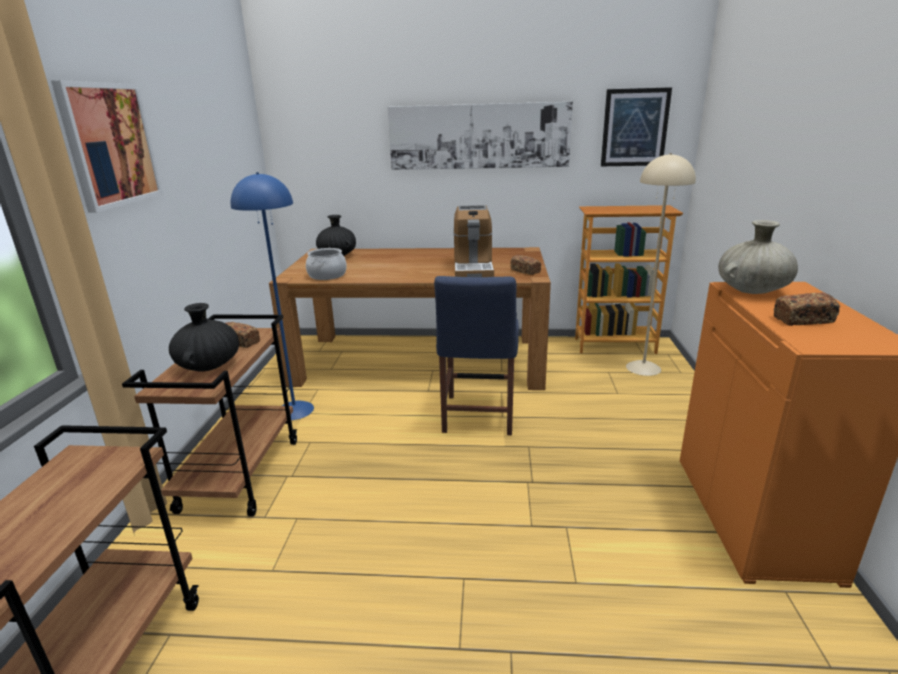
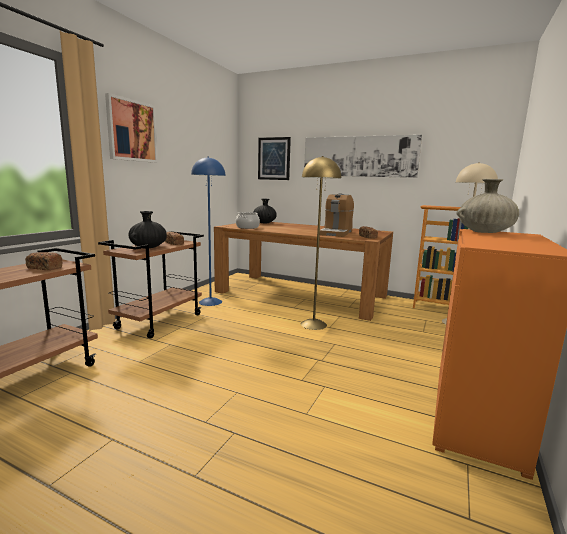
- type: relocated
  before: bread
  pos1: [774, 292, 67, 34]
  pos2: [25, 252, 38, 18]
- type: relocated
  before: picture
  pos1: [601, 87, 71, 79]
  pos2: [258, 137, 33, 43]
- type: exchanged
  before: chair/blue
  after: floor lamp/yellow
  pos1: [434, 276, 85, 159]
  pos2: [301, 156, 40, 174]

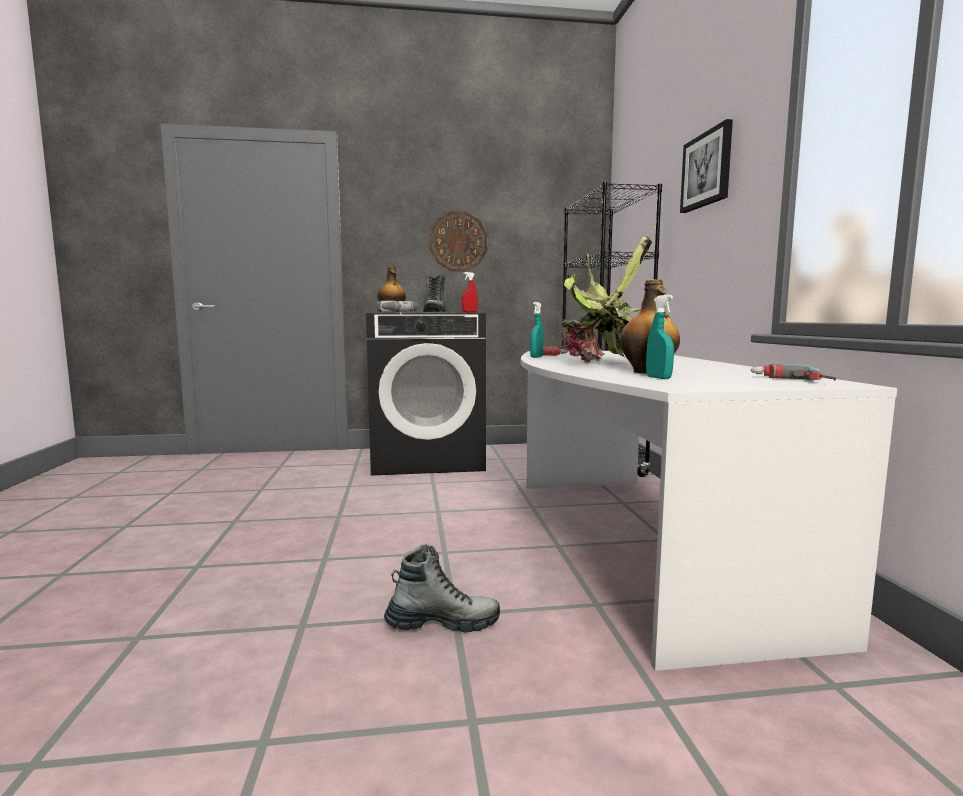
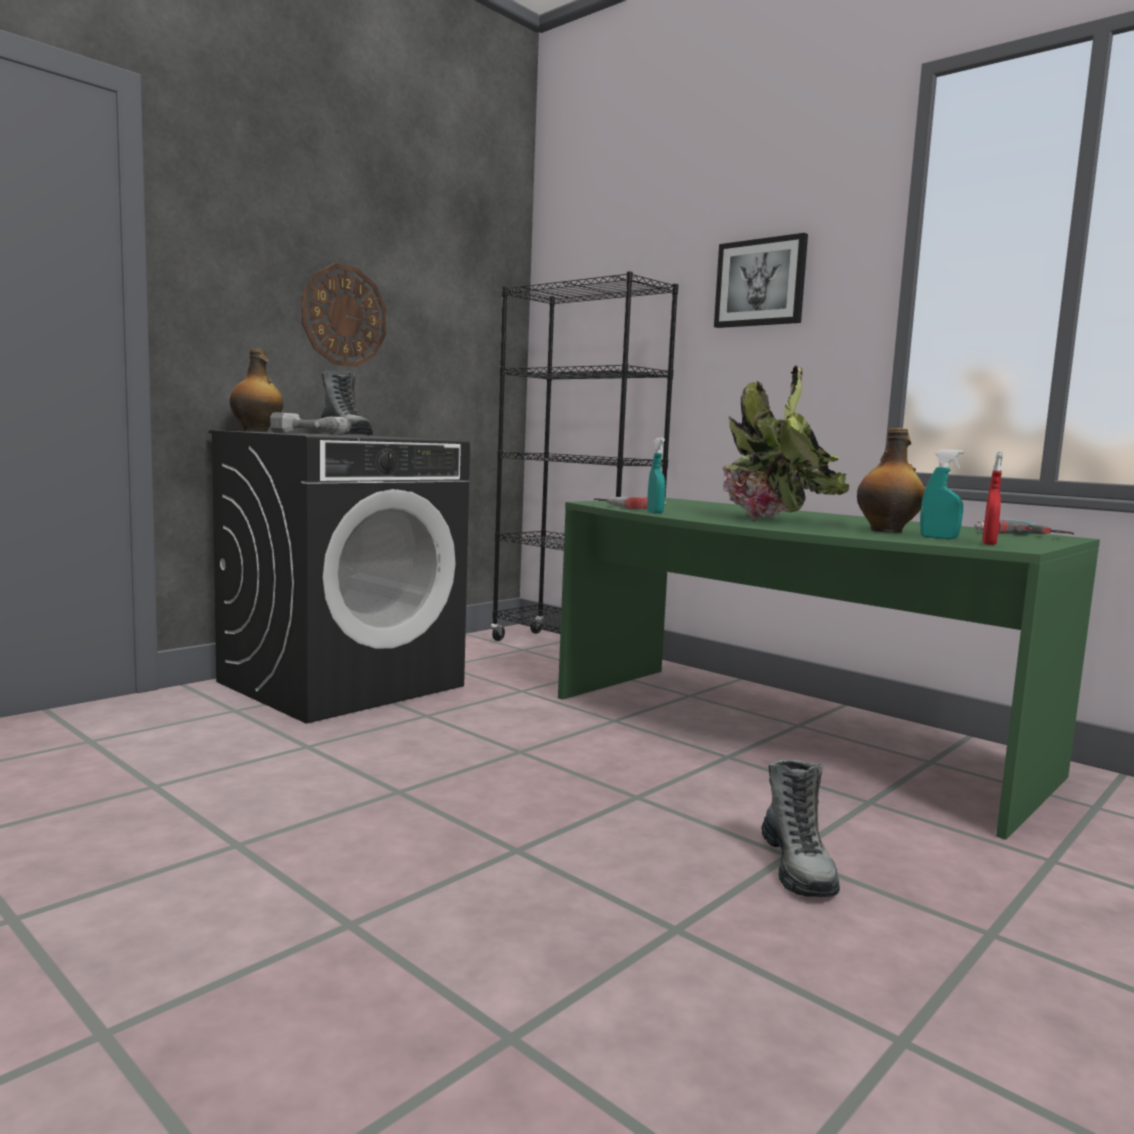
- type: colour
  before: desk/white
  after: desk/green
  pos1: [521, 351, 376, 320]
  pos2: [558, 498, 542, 342]
- type: spun
  before: boot
  pos1: [384, 544, 116, 89]
  pos2: [761, 760, 79, 137]
  turn: 135
- type: relocated
  before: spray bottle/red
  pos1: [462, 272, 16, 40]
  pos2: [982, 451, 21, 94]

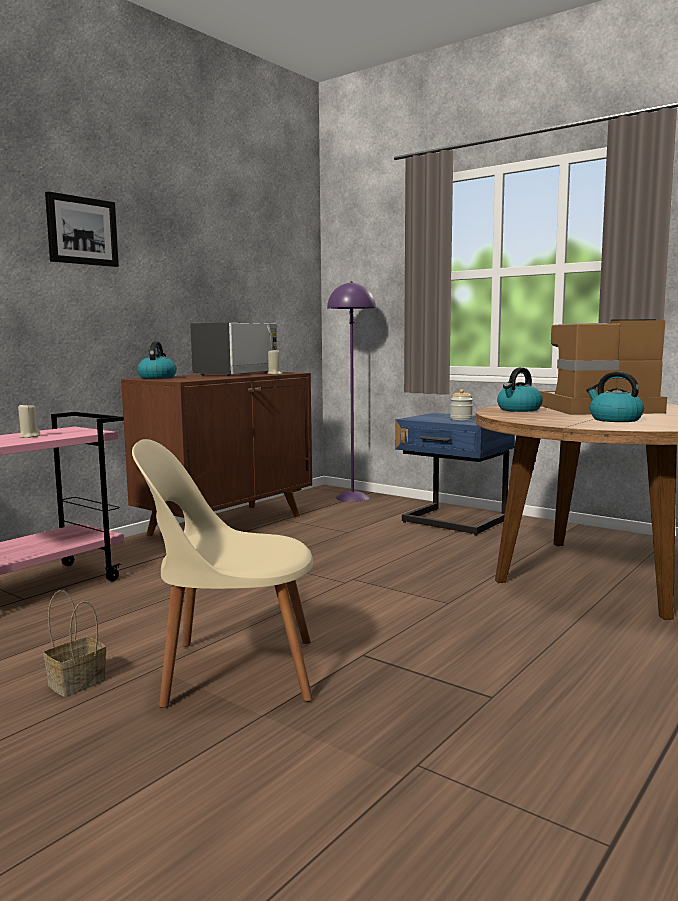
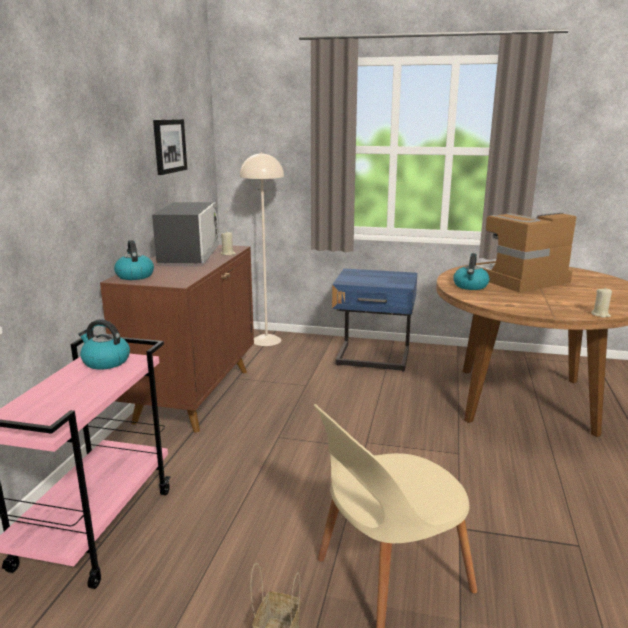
- type: relocated
  before: kettle
  pos1: [586, 372, 58, 50]
  pos2: [78, 319, 52, 50]
- type: relocated
  before: picture
  pos1: [45, 191, 74, 76]
  pos2: [153, 119, 34, 56]
- type: colour
  before: floor lamp/purple
  after: floor lamp/beige
  pos1: [327, 281, 49, 221]
  pos2: [240, 152, 44, 194]
- type: relocated
  before: candle/beige
  pos1: [18, 405, 23, 33]
  pos2: [591, 287, 21, 31]
- type: missing
  before: jar
  pos1: [450, 389, 23, 31]

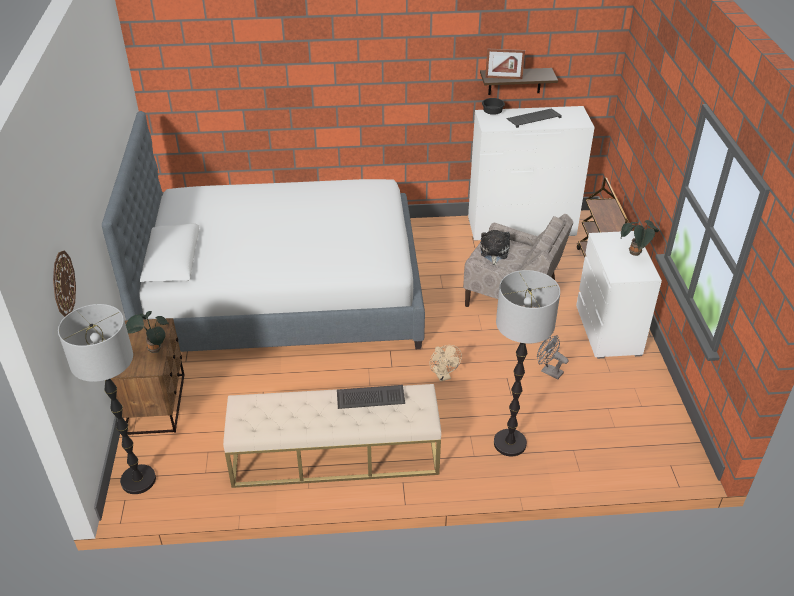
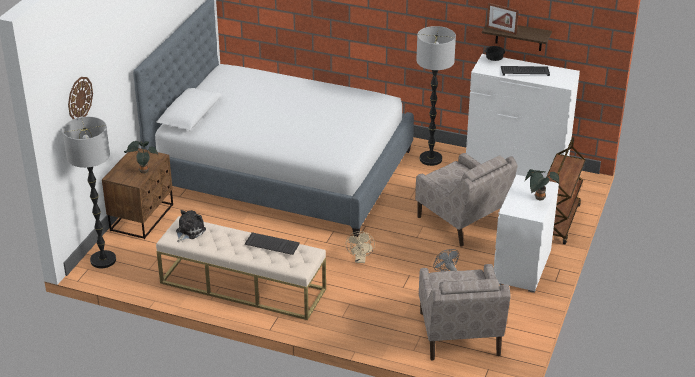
- type: relocated
  before: plush toy
  pos1: [480, 230, 30, 36]
  pos2: [176, 210, 30, 32]
- type: relocated
  before: floor lamp
  pos1: [494, 270, 66, 186]
  pos2: [416, 26, 40, 140]
- type: appeared
  after: armchair/beige
  pos2: [419, 264, 92, 97]

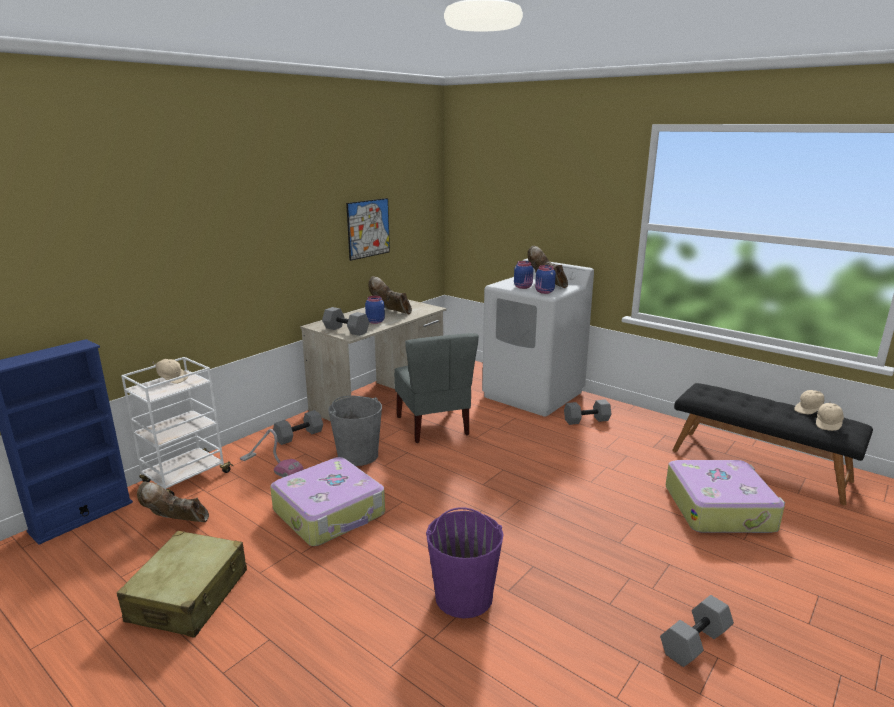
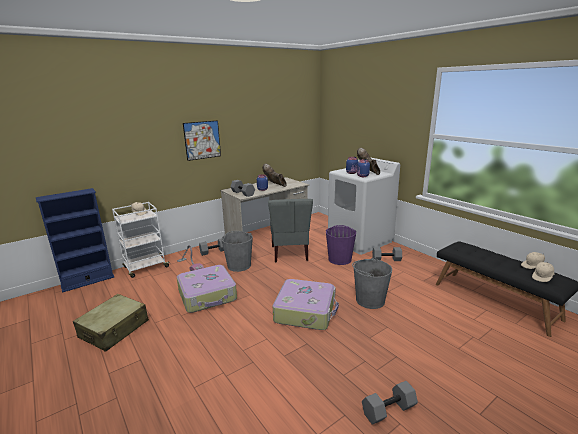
- type: relocated
  before: picture
  pos1: [346, 198, 44, 63]
  pos2: [183, 120, 38, 41]
- type: relocated
  before: suitcase
  pos1: [666, 460, 119, 73]
  pos2: [273, 279, 66, 51]
- type: relocated
  before: bucket/purple
  pos1: [426, 507, 78, 111]
  pos2: [326, 225, 30, 40]
- type: appeared
  after: bucket/grey
  pos2: [352, 257, 40, 52]
- type: missing
  before: boot/brown
  pos1: [137, 482, 72, 40]

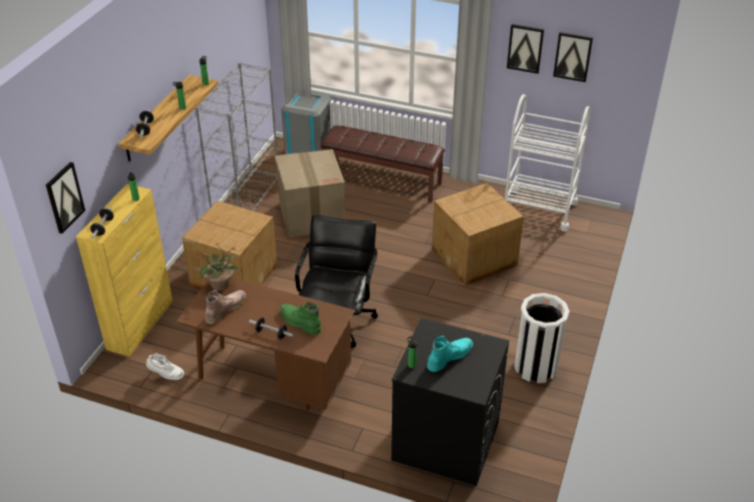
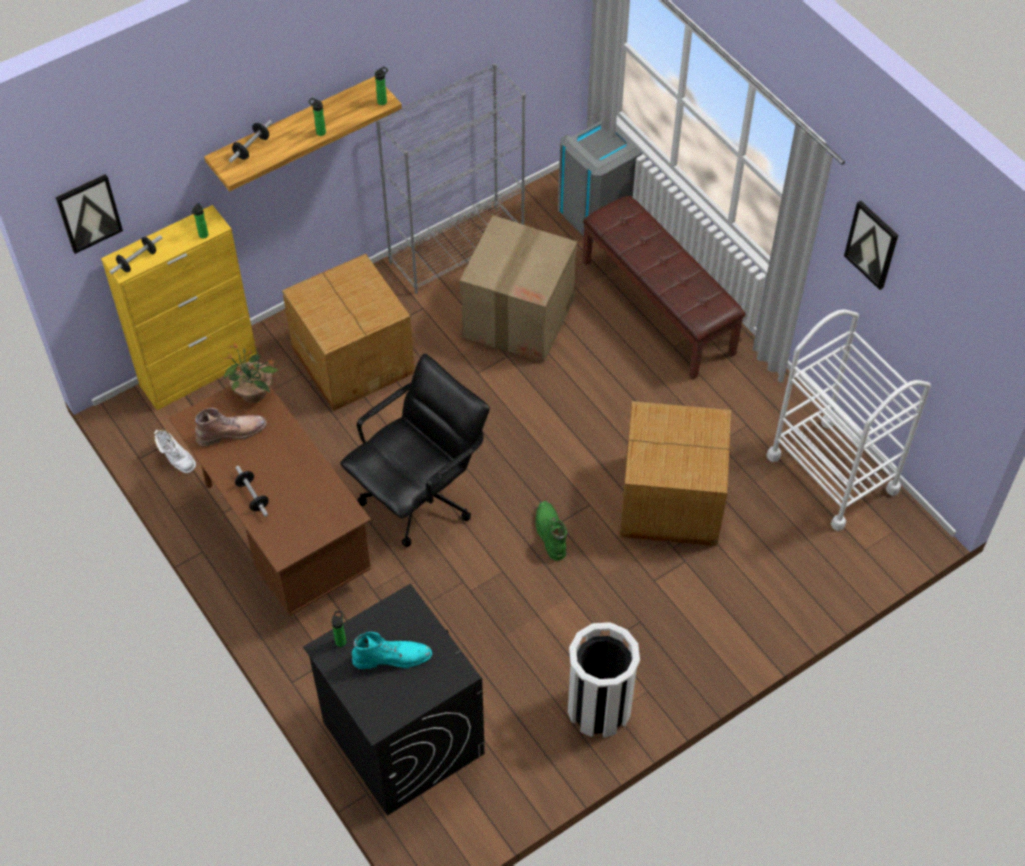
- type: relocated
  before: boot/green
  pos1: [280, 302, 41, 33]
  pos2: [535, 501, 32, 60]
- type: missing
  before: picture
  pos1: [553, 32, 40, 50]

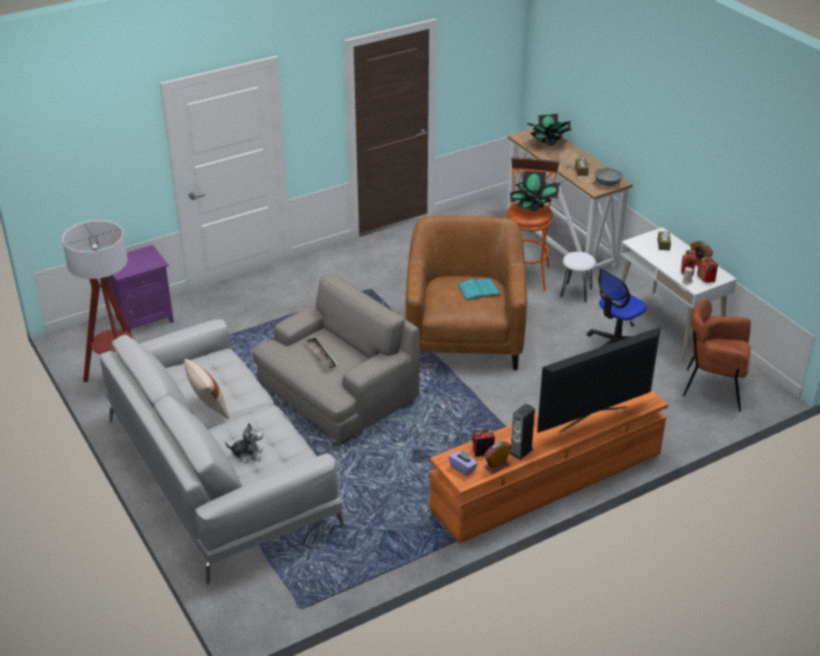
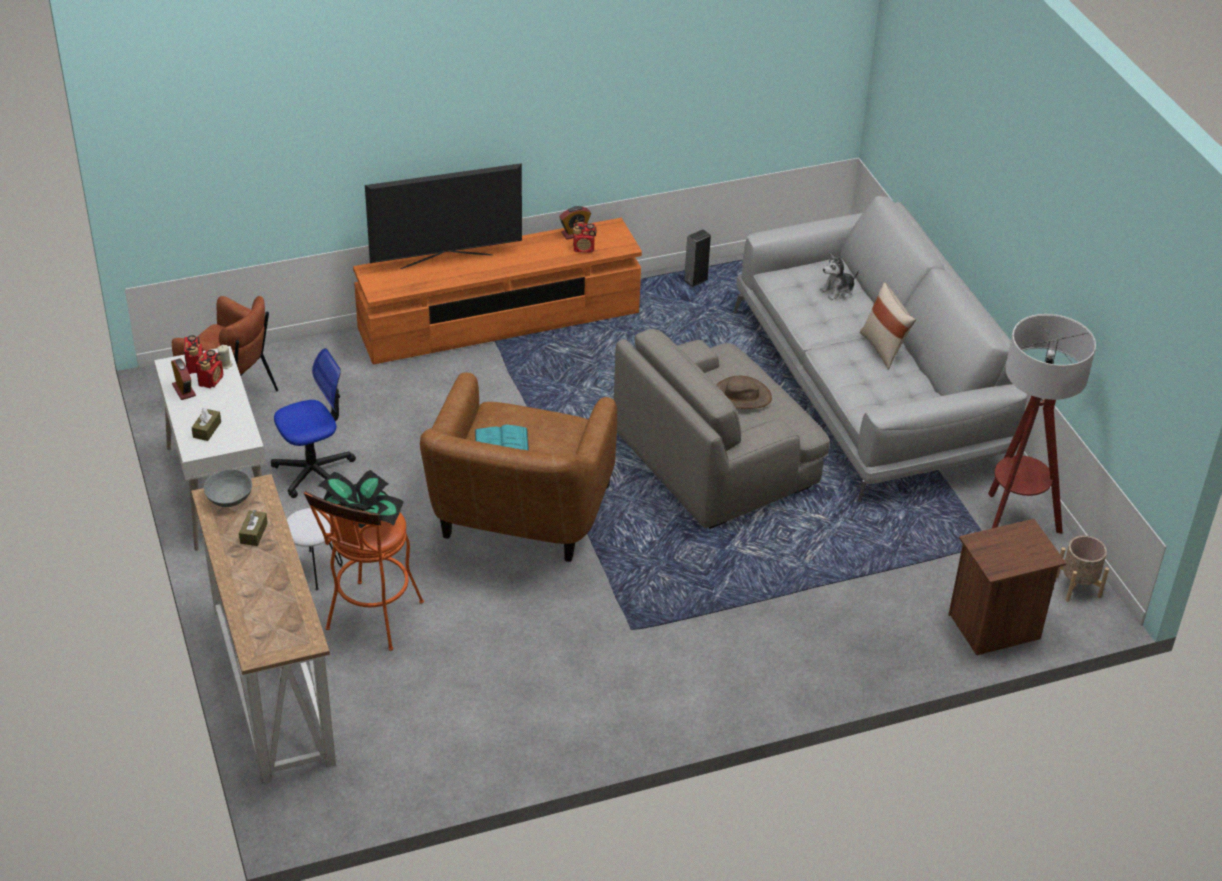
- type: relocated
  before: speaker
  pos1: [509, 403, 26, 57]
  pos2: [684, 229, 27, 58]
- type: exchanged
  before: tray
  after: hat/brown
  pos1: [304, 336, 34, 32]
  pos2: [716, 376, 56, 33]
- type: spun
  before: plush toy
  pos1: [225, 423, 38, 40]
  pos2: [820, 253, 39, 47]
  turn: -45
- type: colour
  before: nightstand/purple
  after: nightstand/brown
  pos1: [109, 245, 65, 87]
  pos2: [948, 519, 119, 136]
- type: appeared
  after: planter/beige
  pos2: [1056, 536, 53, 66]
- type: missing
  before: tissue box/purple
  pos1: [448, 450, 30, 26]
- type: missing
  before: potted plant
  pos1: [526, 114, 47, 31]

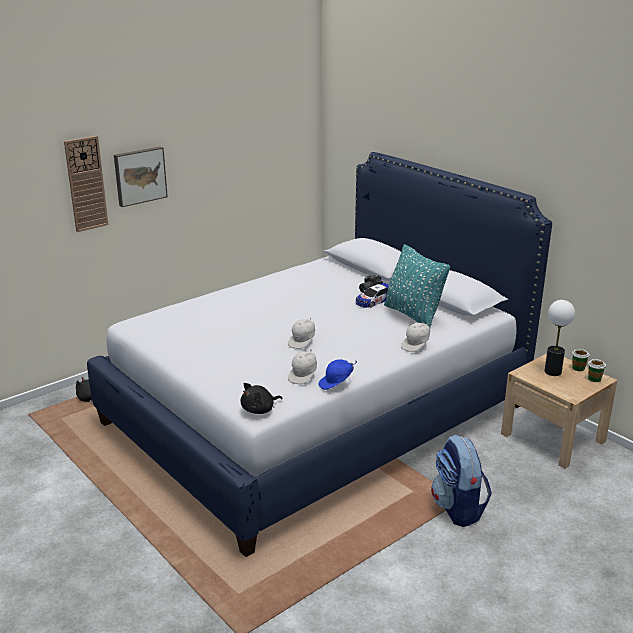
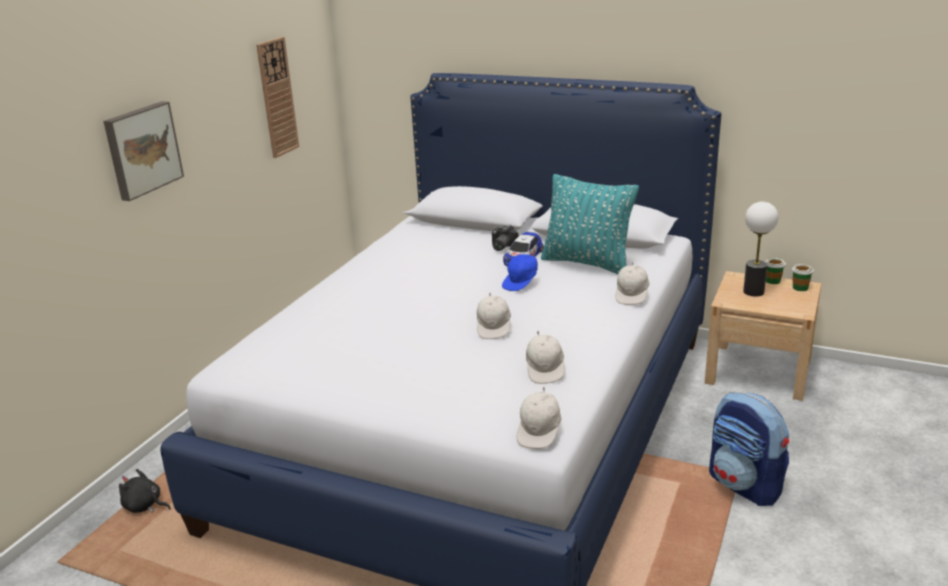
- type: relocated
  before: wall clock
  pos1: [64, 136, 45, 96]
  pos2: [256, 37, 43, 121]
- type: relocated
  before: cap/blue
  pos1: [318, 359, 39, 31]
  pos2: [502, 254, 36, 37]
- type: exchanged
  before: plush toy/black
  after: cap/white
  pos1: [241, 383, 41, 31]
  pos2: [517, 387, 45, 62]

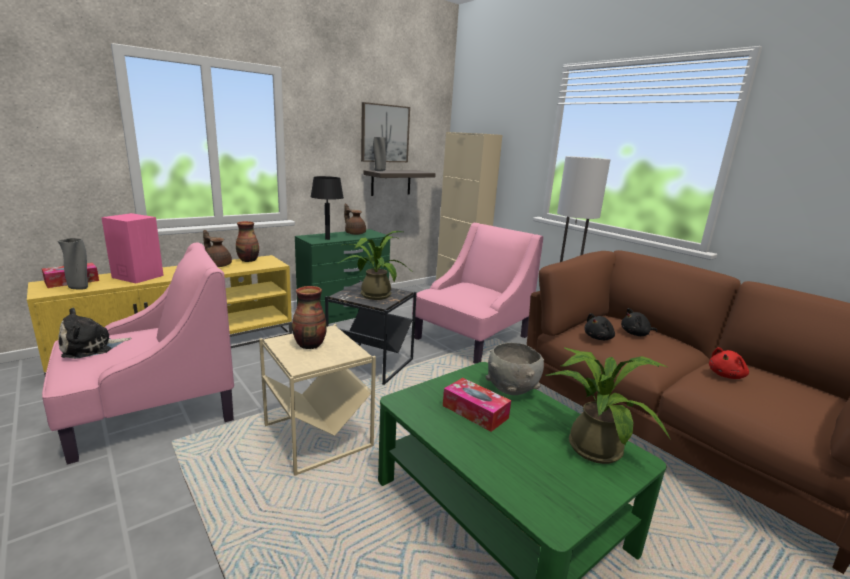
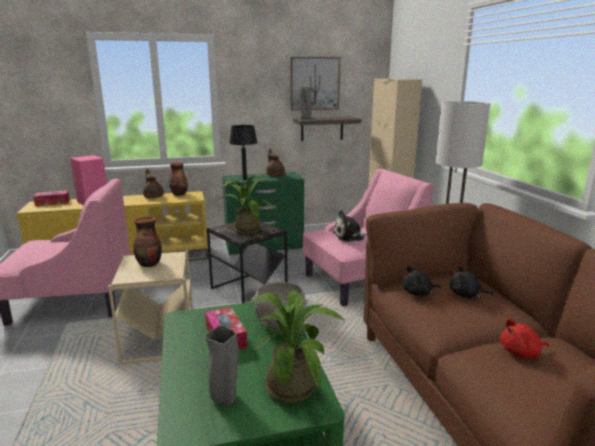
- type: relocated
  before: vase/grey
  pos1: [58, 238, 30, 52]
  pos2: [205, 325, 34, 80]
- type: relocated
  before: plush toy
  pos1: [58, 308, 74, 51]
  pos2: [333, 210, 34, 32]

